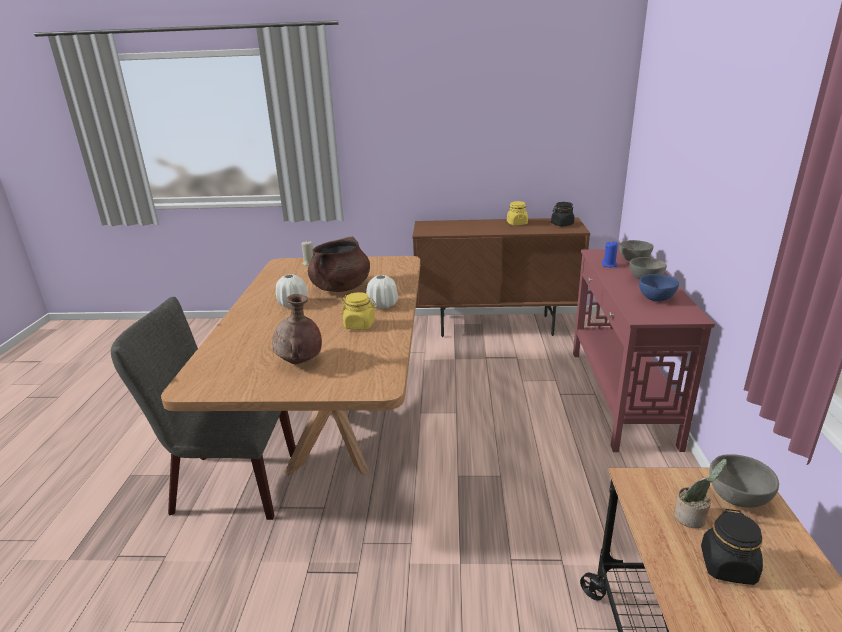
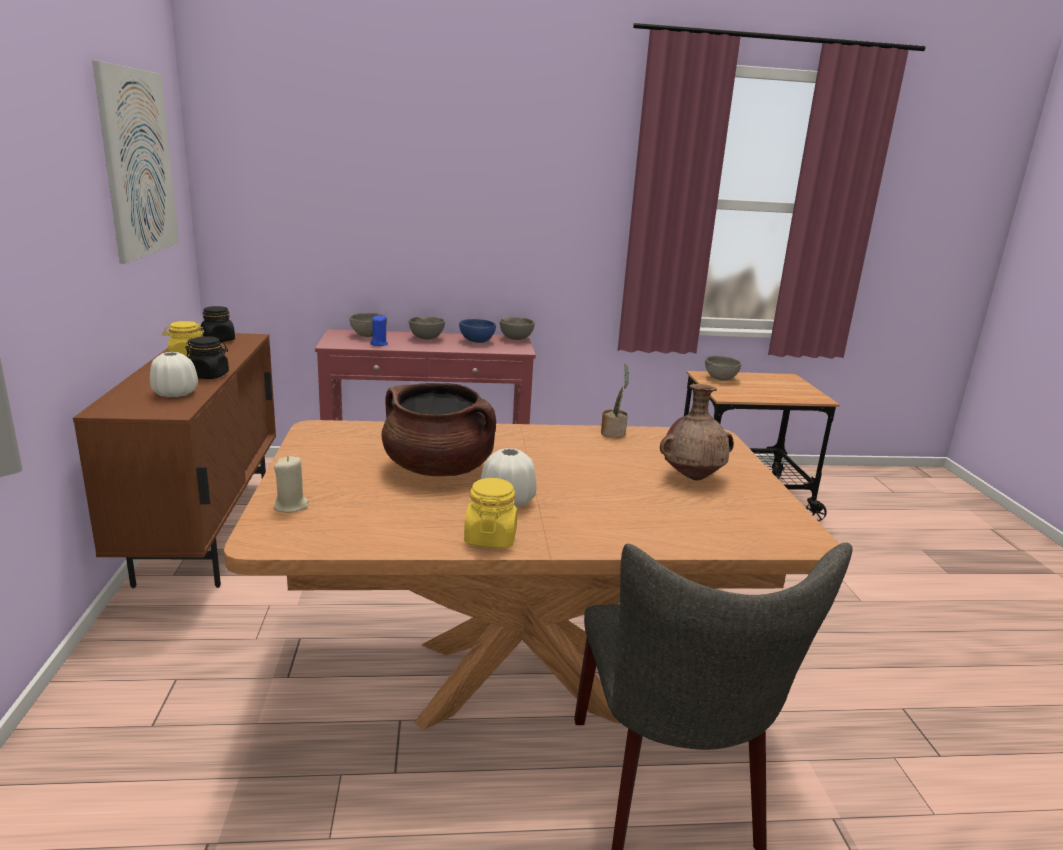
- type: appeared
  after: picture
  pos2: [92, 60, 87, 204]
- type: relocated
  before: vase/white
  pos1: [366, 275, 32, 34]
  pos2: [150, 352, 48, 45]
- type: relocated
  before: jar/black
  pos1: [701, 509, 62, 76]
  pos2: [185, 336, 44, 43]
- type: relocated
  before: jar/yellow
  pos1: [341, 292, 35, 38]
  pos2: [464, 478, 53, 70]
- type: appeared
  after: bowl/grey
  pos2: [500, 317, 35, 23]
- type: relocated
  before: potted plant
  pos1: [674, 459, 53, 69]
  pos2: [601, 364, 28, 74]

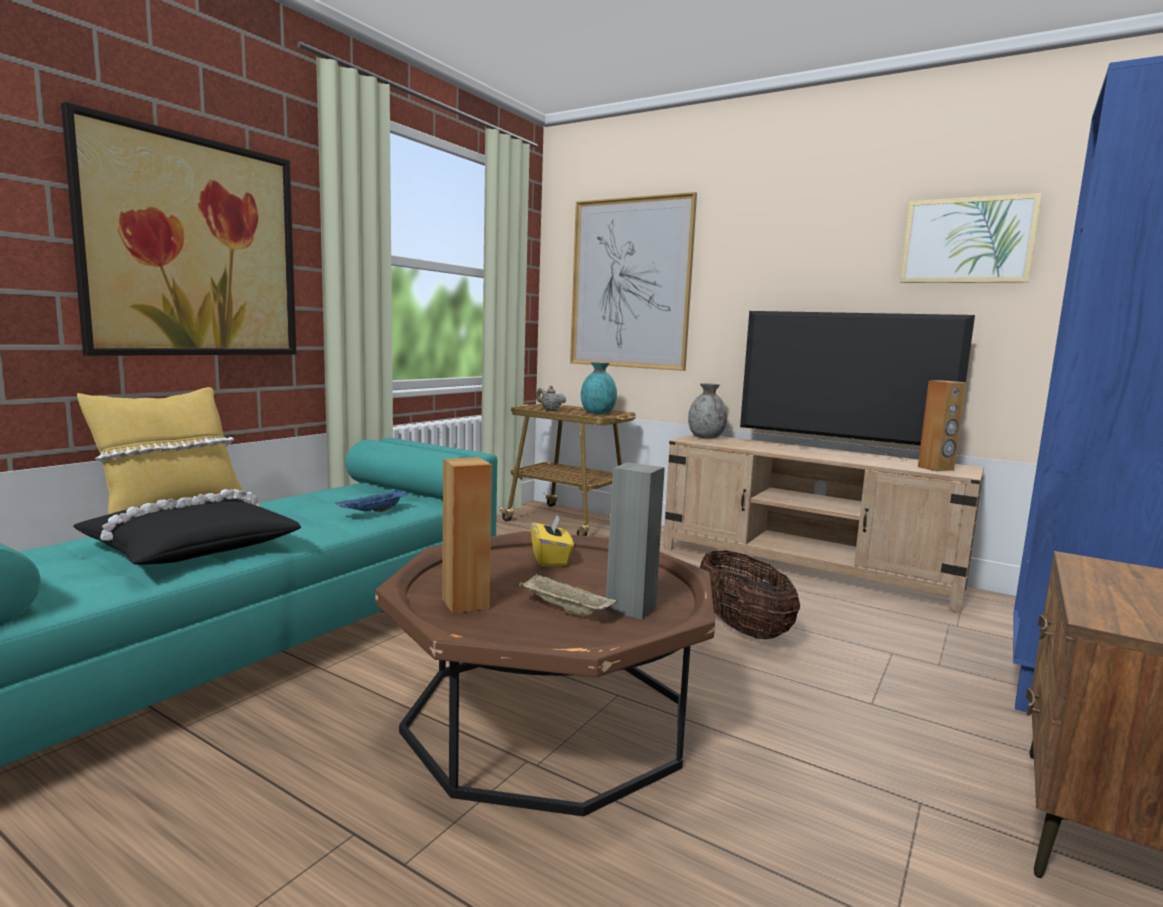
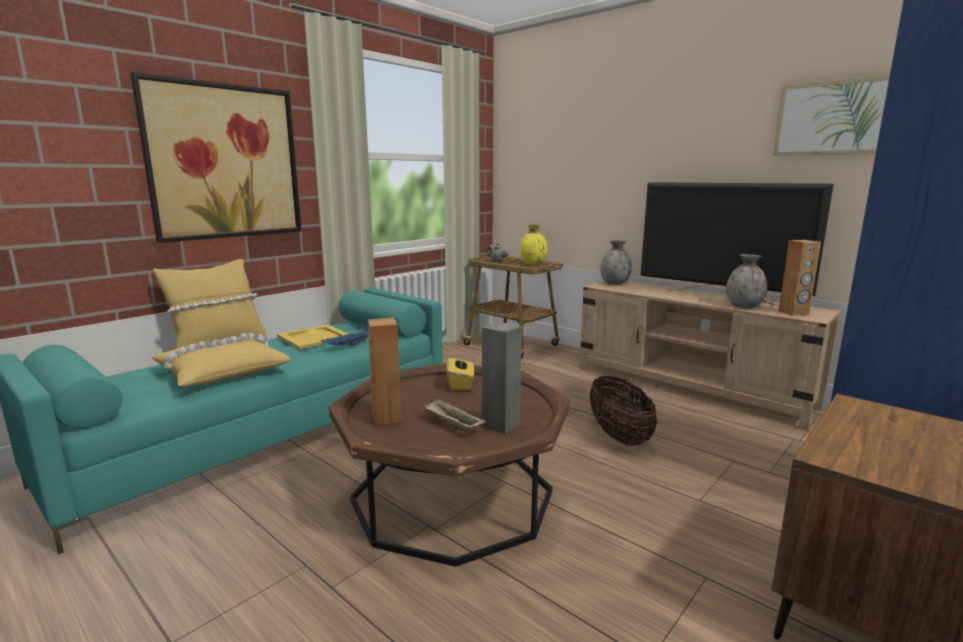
- type: colour
  before: pillow/black
  after: pillow/yellow
  pos1: [73, 489, 228, 76]
  pos2: [152, 333, 139, 53]
- type: appeared
  after: tray/yellow
  pos2: [277, 324, 71, 25]
- type: colour
  before: vase/turquoise
  after: vase/yellow
  pos1: [581, 362, 36, 52]
  pos2: [519, 224, 29, 41]
- type: appeared
  after: vase/grey
  pos2: [726, 254, 42, 54]
- type: missing
  before: picture
  pos1: [570, 192, 127, 179]

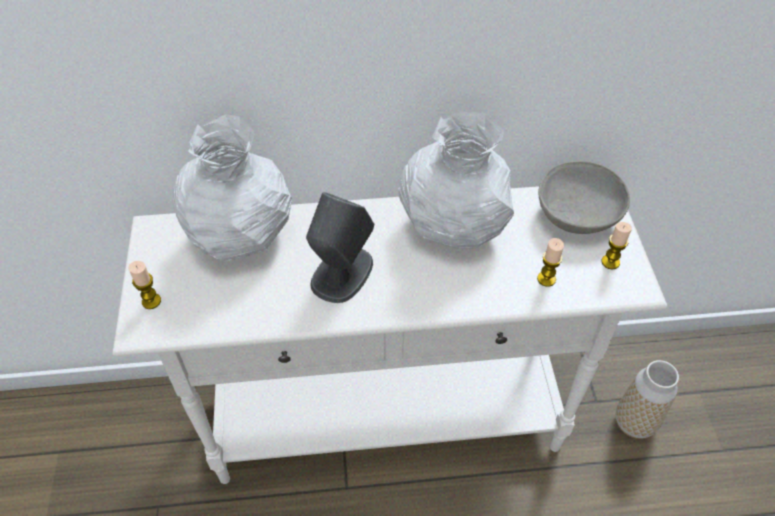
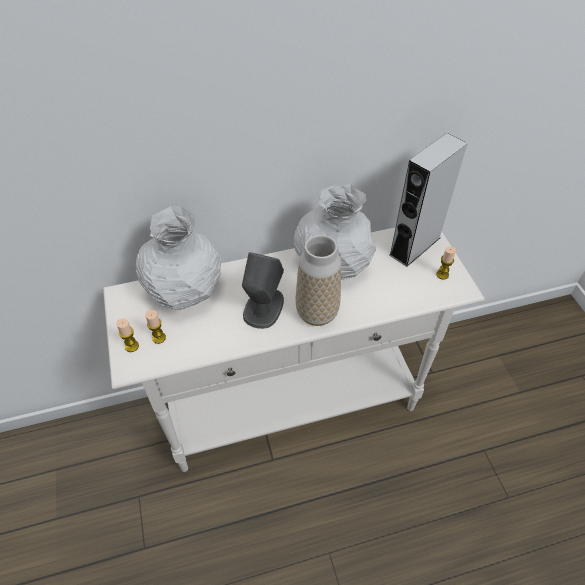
- type: relocated
  before: candle
  pos1: [537, 238, 27, 49]
  pos2: [145, 310, 21, 34]
- type: relocated
  before: vase
  pos1: [616, 360, 63, 79]
  pos2: [295, 235, 46, 91]
- type: exchanged
  before: bowl/grey
  after: speaker/grey
  pos1: [538, 161, 92, 73]
  pos2: [389, 133, 79, 134]

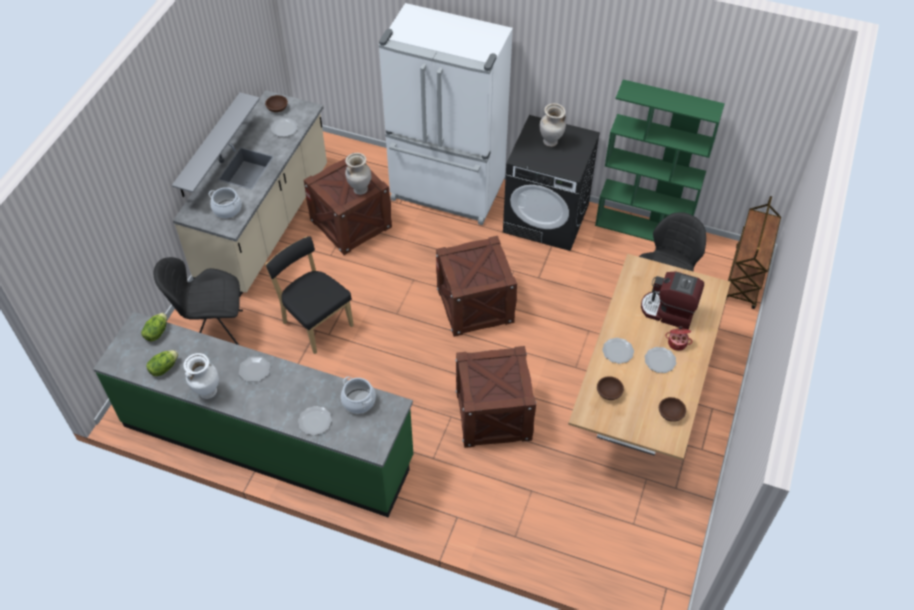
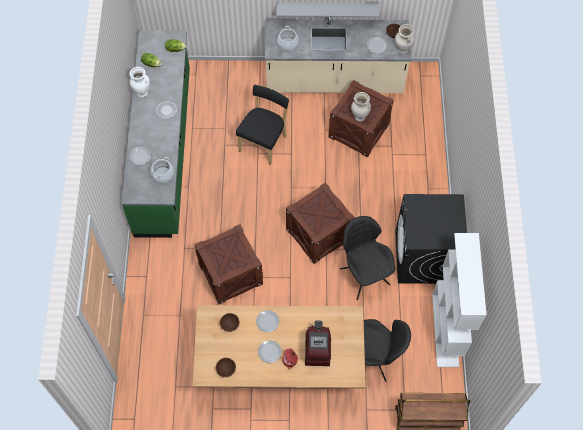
- type: relocated
  before: chair/black
  pos1: [154, 257, 89, 88]
  pos2: [340, 216, 55, 84]
- type: relocated
  before: vase/beige
  pos1: [540, 103, 26, 44]
  pos2: [395, 24, 20, 30]
- type: colour
  before: bookcase/green
  after: bookcase/white
  pos1: [595, 79, 130, 162]
  pos2: [432, 233, 55, 134]
- type: missing
  before: fridge/white
  pos1: [379, 3, 134, 222]

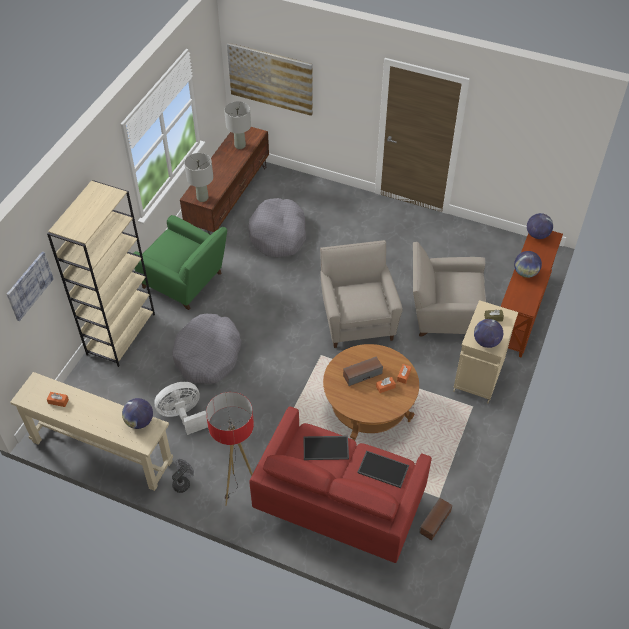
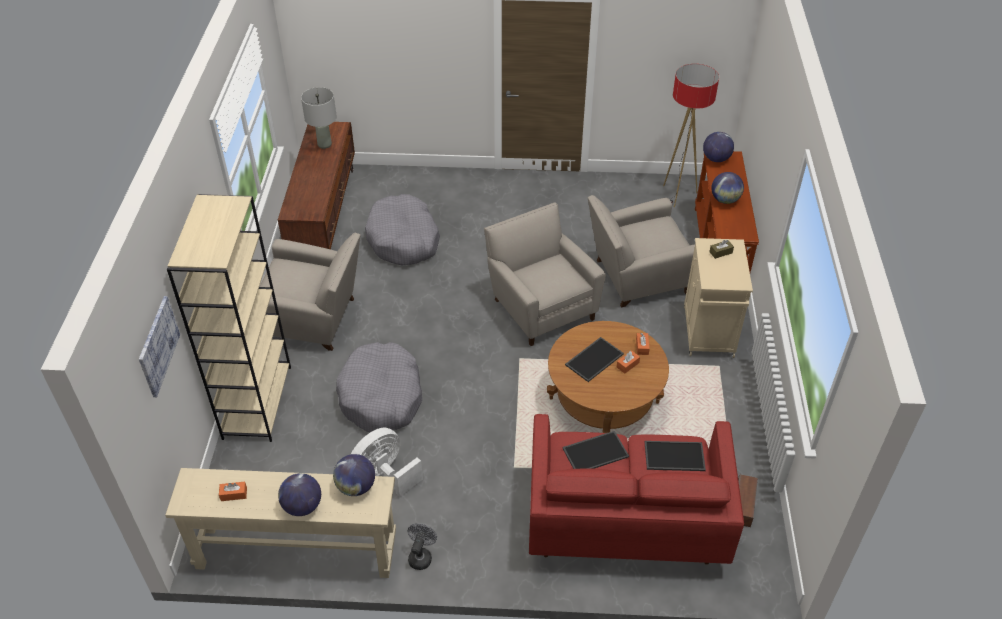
- type: colour
  before: armchair/green
  after: armchair/beige
  pos1: [134, 215, 93, 95]
  pos2: [259, 233, 101, 118]
- type: relocated
  before: globe
  pos1: [474, 319, 29, 29]
  pos2: [278, 473, 43, 43]
- type: exchanged
  before: speaker
  after: tray
  pos1: [343, 356, 40, 30]
  pos2: [565, 337, 59, 45]
- type: relocated
  before: floor lamp
  pos1: [206, 392, 48, 114]
  pos2: [663, 64, 56, 144]
- type: missing
  before: table lamp/grey
  pos1: [184, 153, 29, 49]
- type: missing
  before: picture
  pos1: [227, 43, 86, 73]

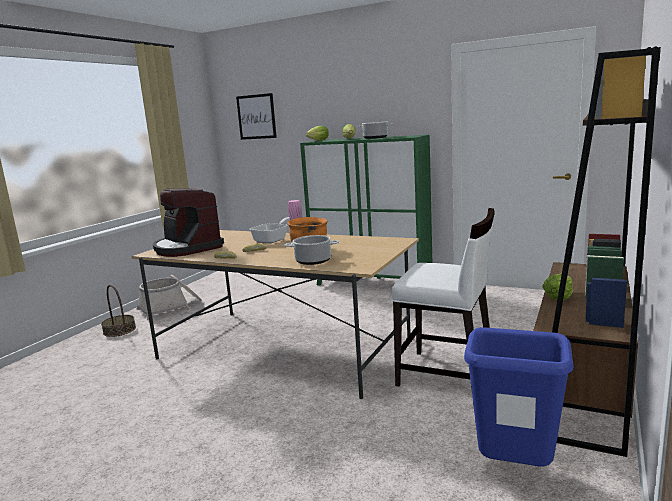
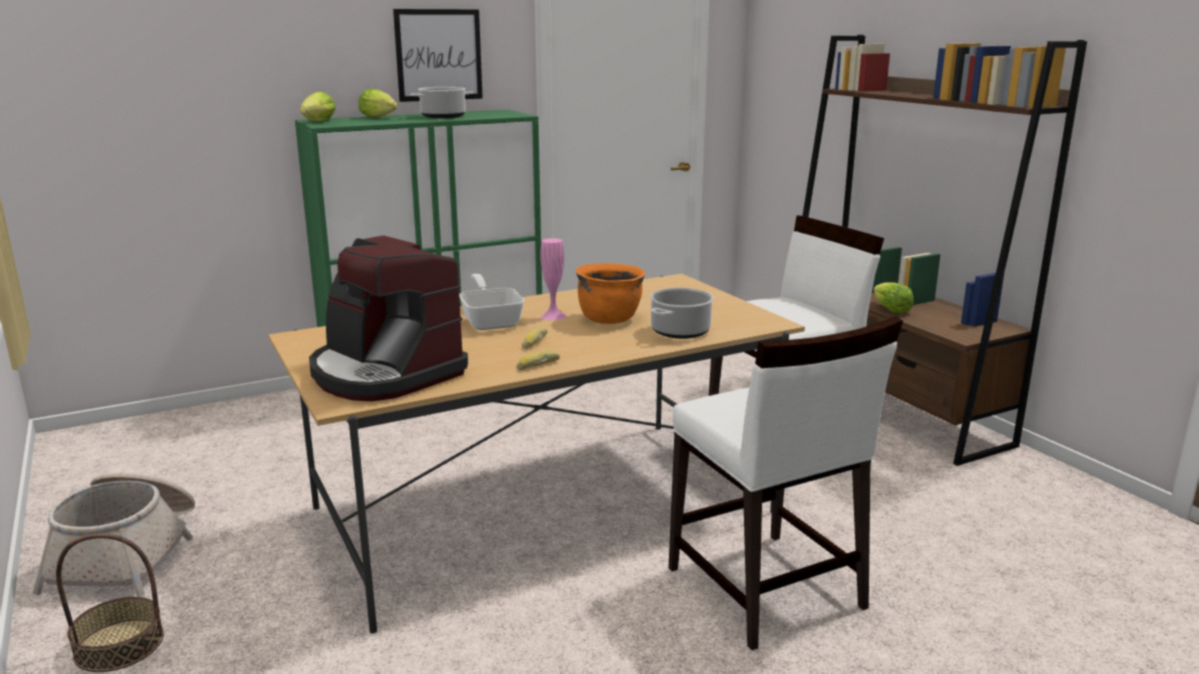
- type: spun
  before: coffee machine
  pos1: [153, 188, 71, 69]
  pos2: [309, 235, 159, 167]
  turn: 45
- type: relocated
  before: picture
  pos1: [236, 93, 41, 47]
  pos2: [393, 9, 90, 93]
- type: appeared
  after: chair/white
  pos2: [668, 317, 235, 333]
- type: missing
  before: trash can/blue
  pos1: [464, 327, 110, 139]

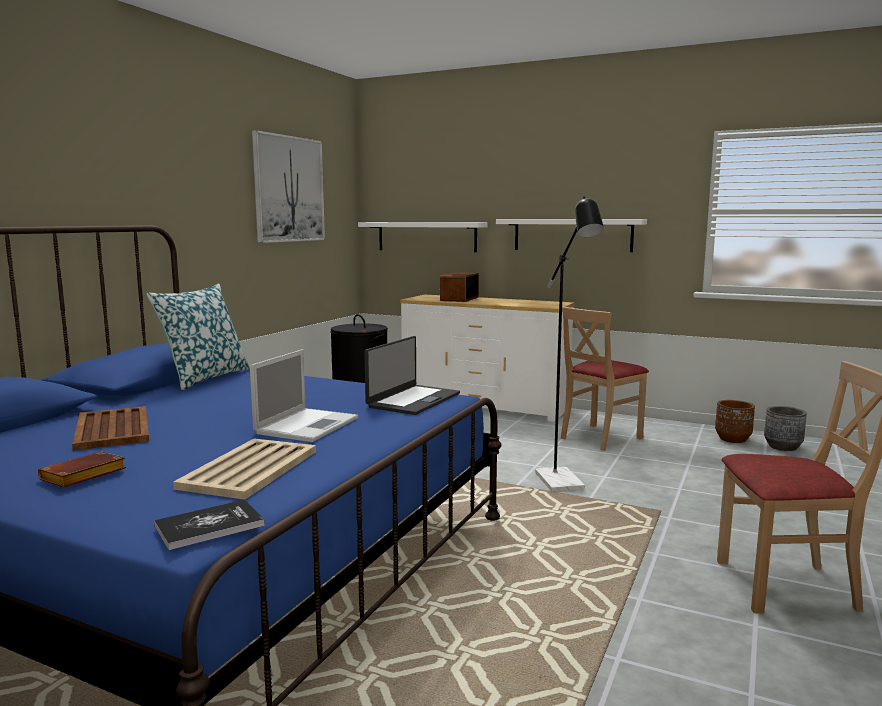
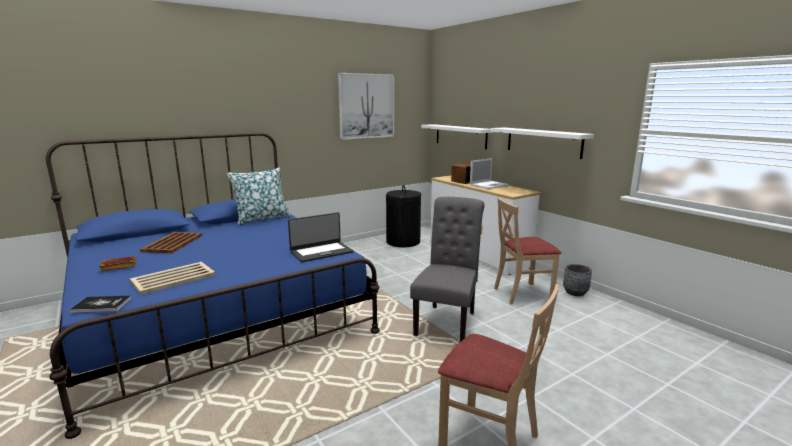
- type: exchanged
  before: floor lamp/black
  after: chair/grey
  pos1: [535, 196, 69, 296]
  pos2: [410, 197, 74, 145]
- type: relocated
  before: laptop
  pos1: [250, 349, 108, 93]
  pos2: [470, 158, 39, 31]
- type: relocated
  before: planter/grey
  pos1: [764, 406, 43, 45]
  pos2: [563, 264, 29, 32]
- type: missing
  before: planter/brown
  pos1: [715, 400, 40, 43]

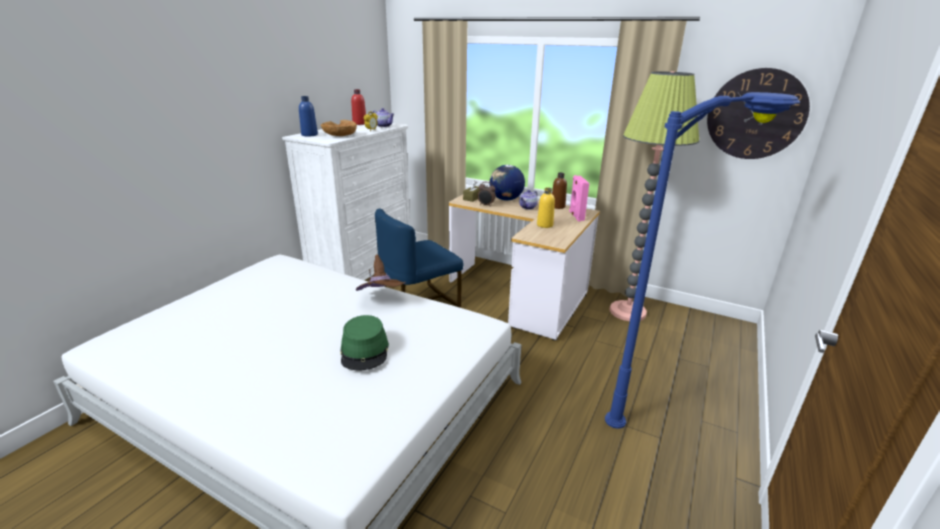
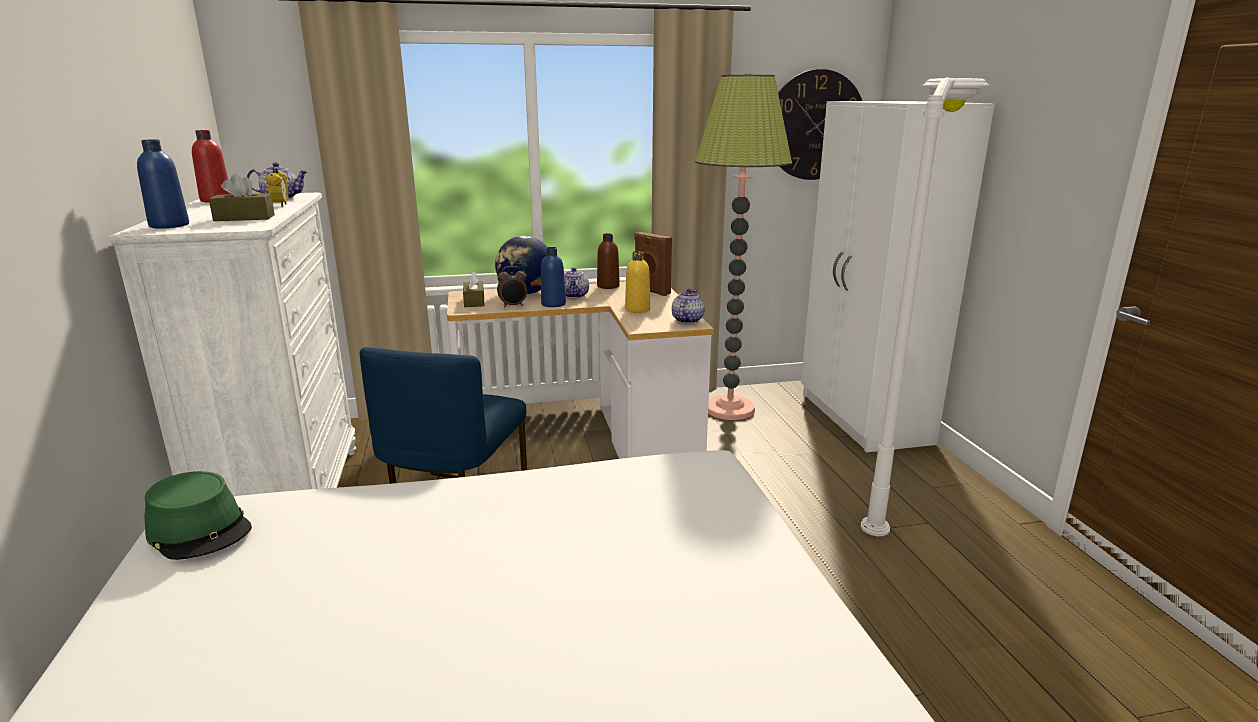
- type: relocated
  before: hat/green
  pos1: [340, 315, 49, 56]
  pos2: [145, 471, 107, 89]
- type: exchanged
  before: bowl/brown
  after: tissue box/brown
  pos1: [321, 120, 36, 16]
  pos2: [209, 174, 66, 47]
- type: appeared
  after: bottle/blue
  pos2: [541, 247, 25, 60]
- type: colour
  before: speaker/pink
  after: speaker/brown
  pos1: [569, 175, 20, 46]
  pos2: [634, 232, 38, 64]
- type: appeared
  after: teapot
  pos2: [672, 289, 33, 35]
- type: appeared
  after: wardrobe/white
  pos2: [801, 101, 194, 351]
- type: colour
  before: floor lamp/blue
  after: floor lamp/white
  pos1: [605, 92, 195, 337]
  pos2: [861, 77, 128, 459]
- type: missing
  before: hat/brown
  pos1: [356, 254, 50, 37]

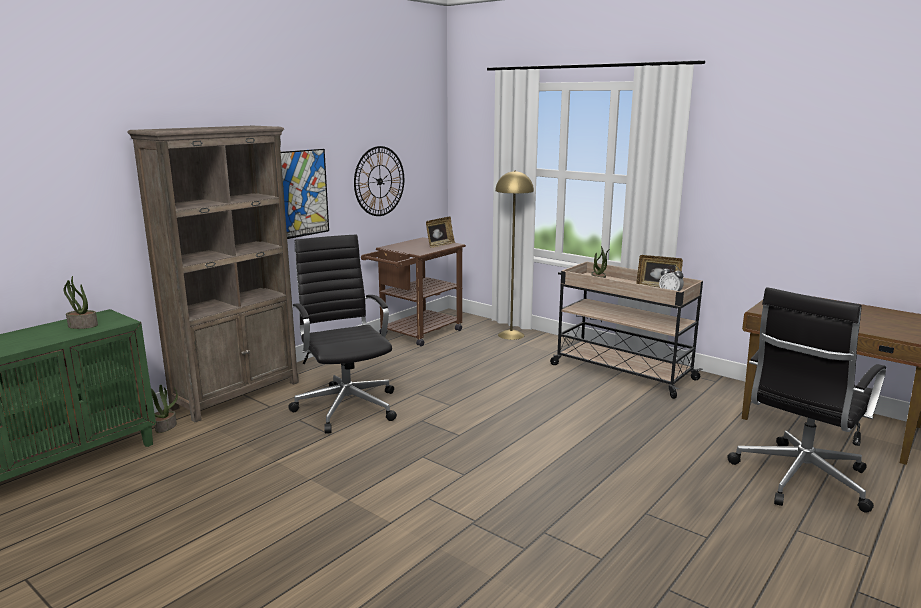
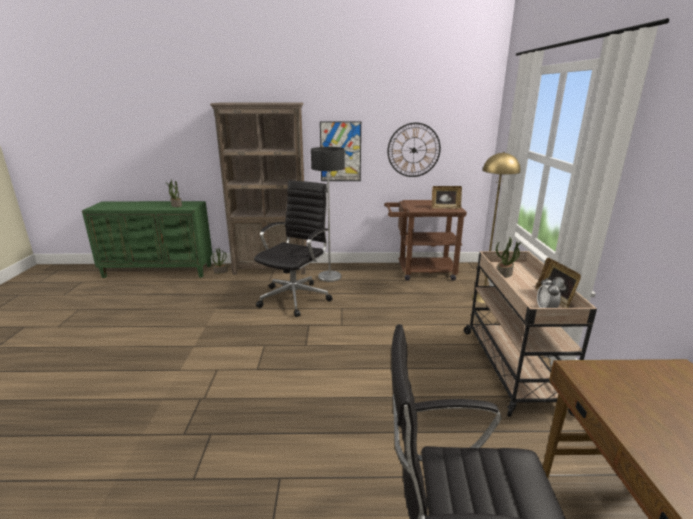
- type: appeared
  after: floor lamp
  pos2: [311, 147, 34, 135]

